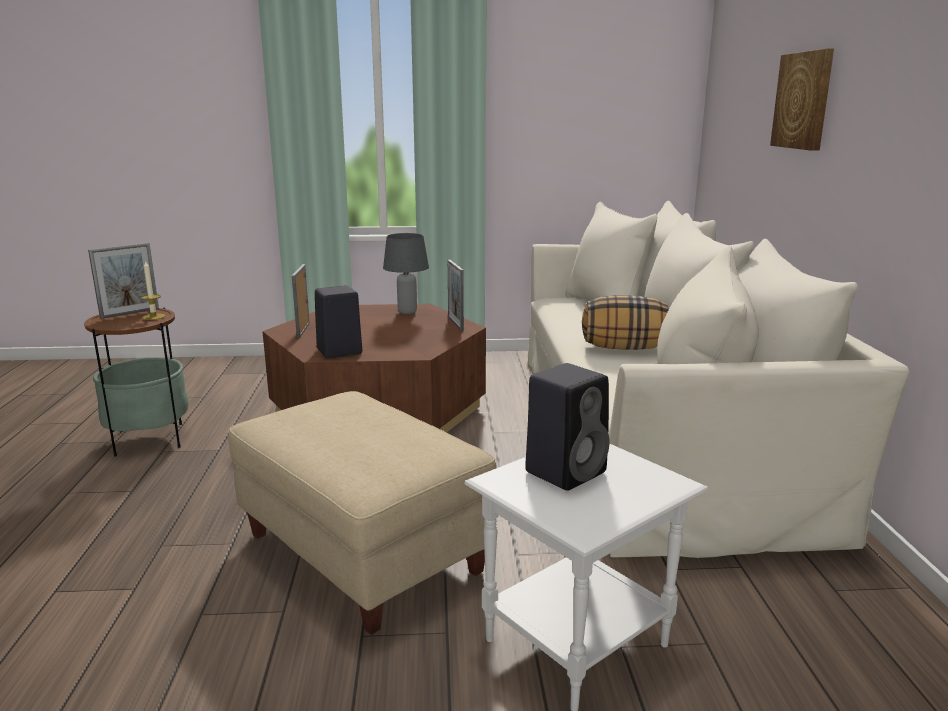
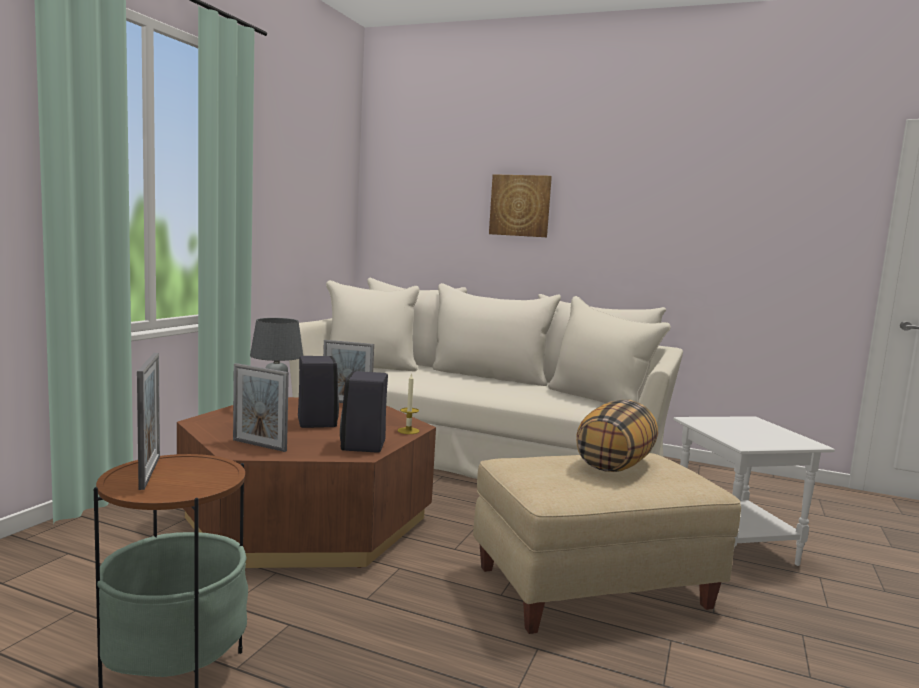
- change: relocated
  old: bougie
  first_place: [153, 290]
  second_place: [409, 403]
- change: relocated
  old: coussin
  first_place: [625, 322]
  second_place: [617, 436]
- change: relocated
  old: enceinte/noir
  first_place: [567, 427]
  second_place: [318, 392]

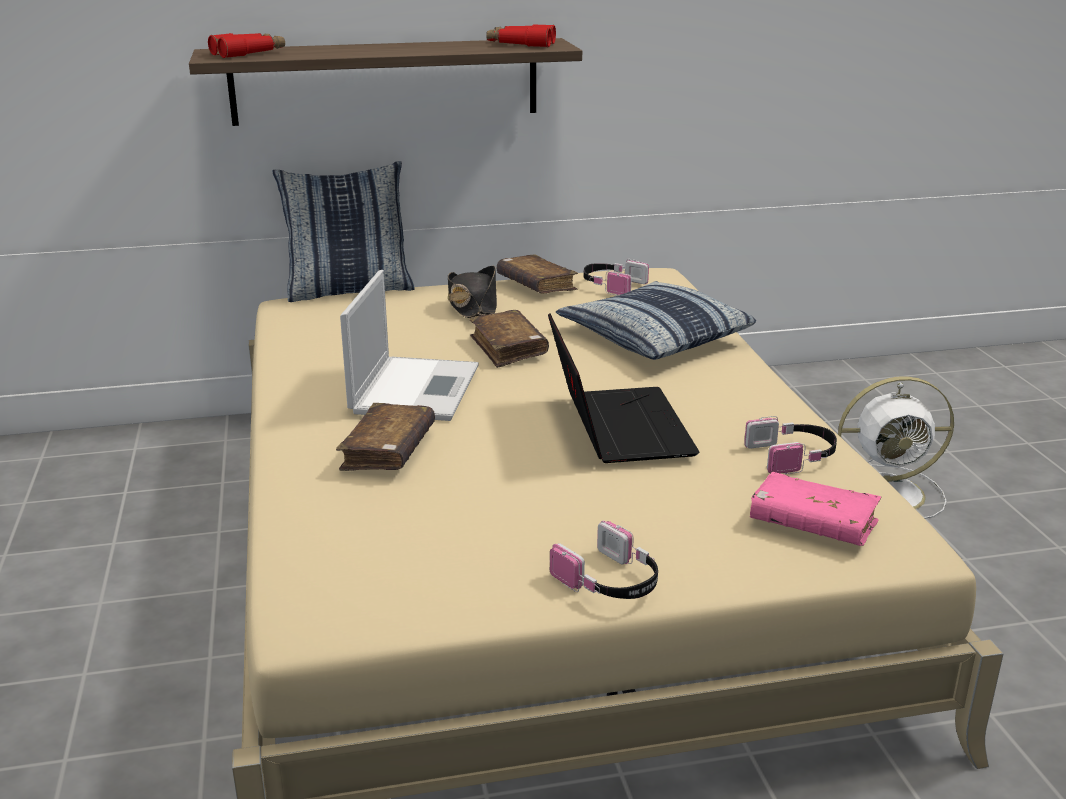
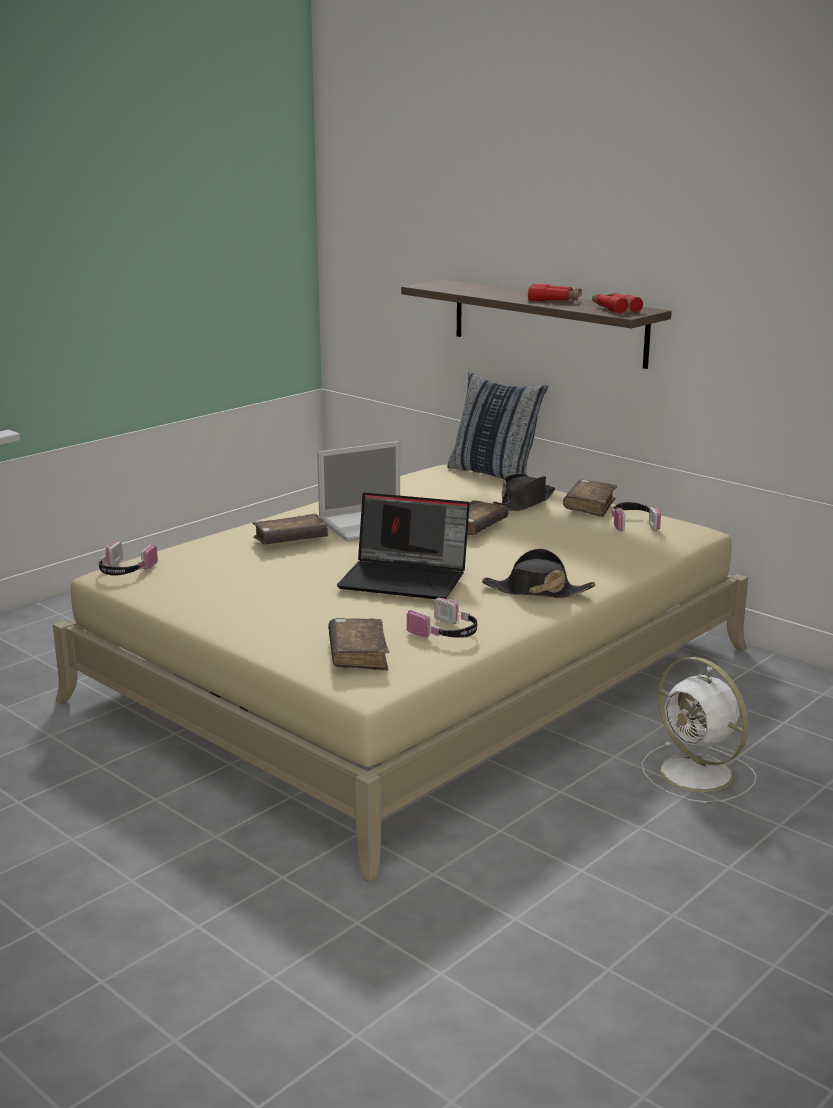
- change: relocated
  old: jumelles/rouge
  first_place: [246, 45]
  second_place: [555, 292]
- change: missing
  old: coussin
  first_place: [656, 320]
- change: spun
  old: ordinateur portable
  first_place: [623, 388]
  second_place: [403, 546]
  degrees: 60
- change: colour
  old: livre/rose
  new: livre/marron
  first_place: [815, 509]
  second_place: [358, 644]
- change: relocated
  old: casque audio
  first_place: [604, 560]
  second_place: [128, 558]
- change: appeared
  new: chapeau/noir
  second_place: [538, 573]

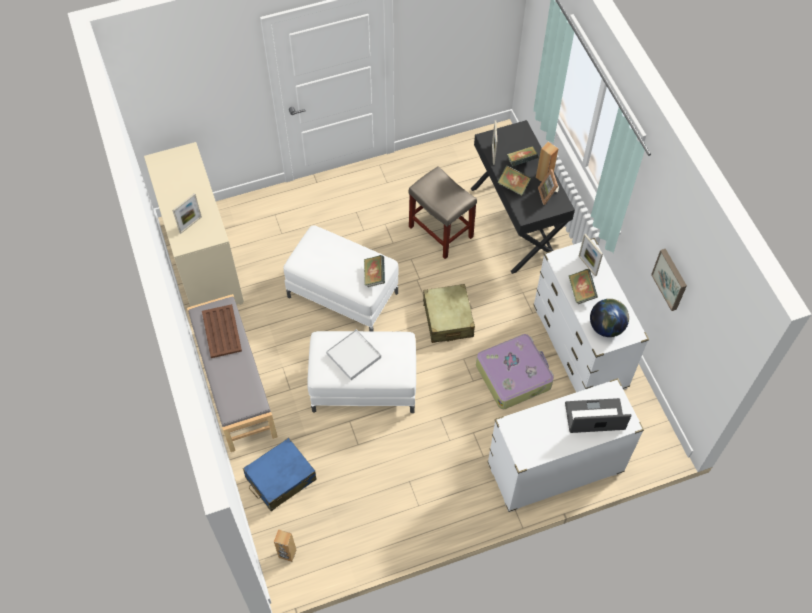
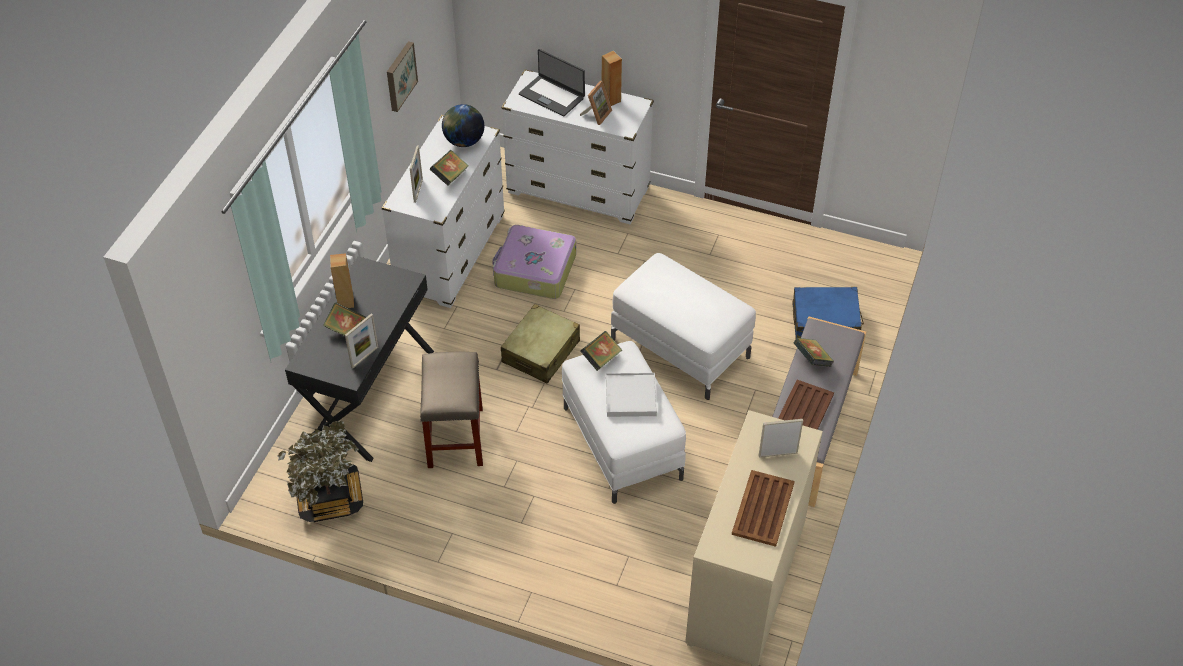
- change: relocated
  old: livre
  first_place: [514, 180]
  second_place: [814, 352]
- change: relocated
  old: cadre photo
  first_place: [548, 187]
  second_place: [596, 103]
- change: relocated
  old: plateau/blanc
  first_place: [353, 354]
  second_place: [631, 395]
- change: relocated
  old: enceinte/marron
  first_place: [285, 545]
  second_place: [611, 78]
- change: appeared
  new: plante en pot
  second_place: [320, 471]
- change: appeared
  new: plateau/marron
  second_place: [763, 508]

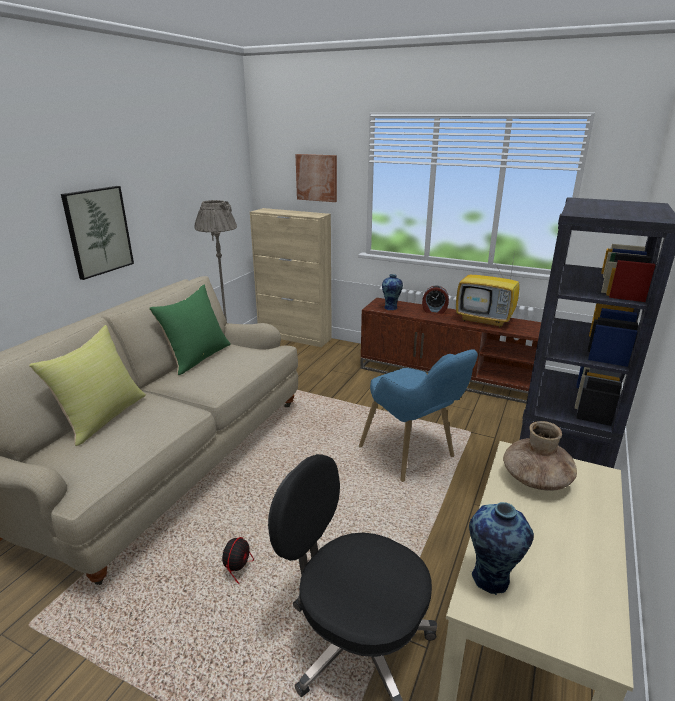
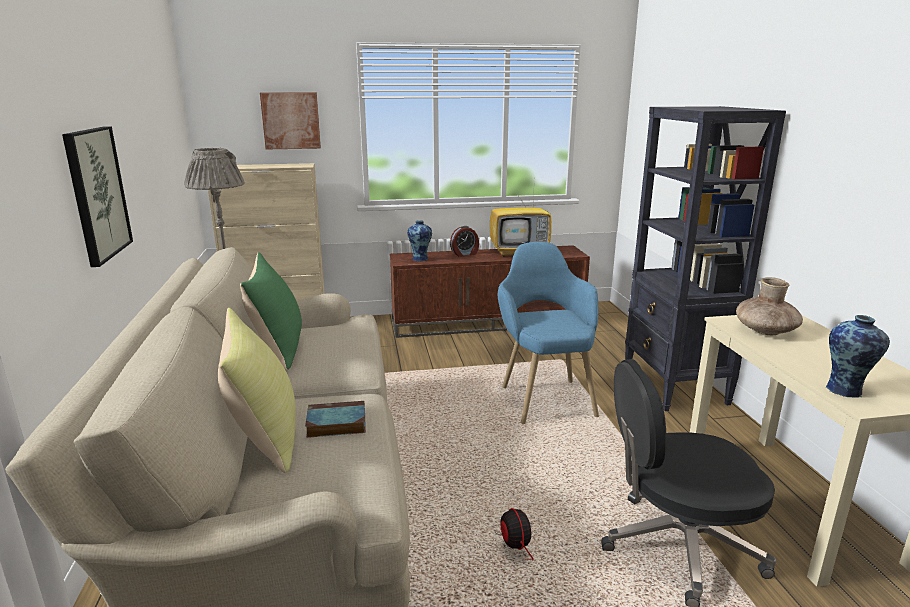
- change: spun
  old: fauteuil/bleu
  first_place: [418, 415]
  second_place: [548, 333]
  degrees: -120
- change: appeared
  new: livre
  second_place: [335, 419]

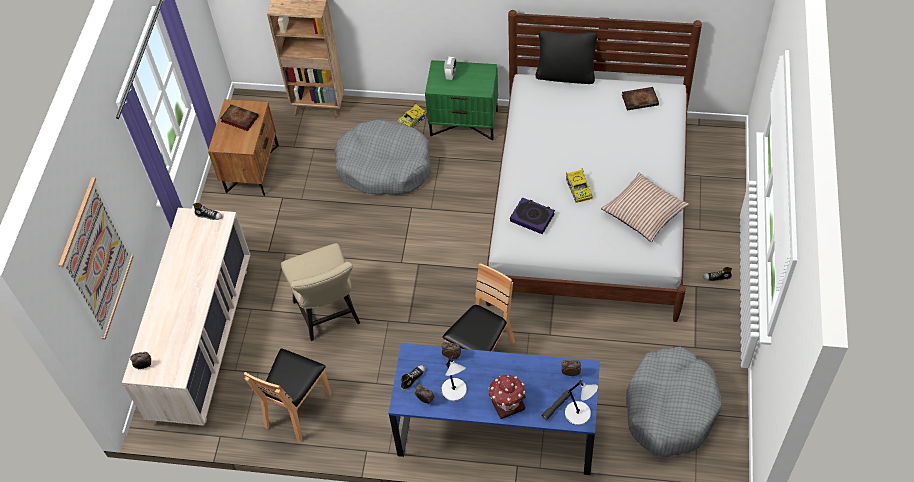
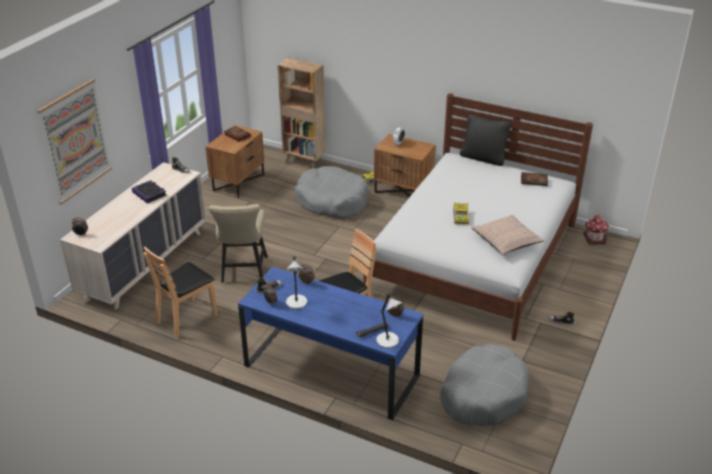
- change: colour
  old: table de chevet/vert
  new: table de chevet/marron
  first_place: [461, 100]
  second_place: [405, 165]
- change: relocated
  old: livre
  first_place: [532, 215]
  second_place: [149, 192]
- change: relocated
  old: maison miniature
  first_place: [507, 397]
  second_place: [596, 230]

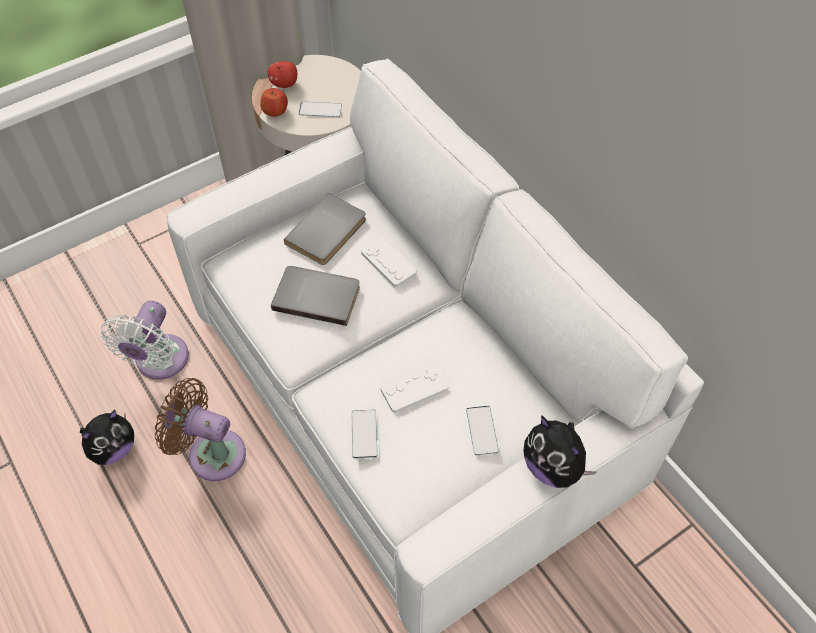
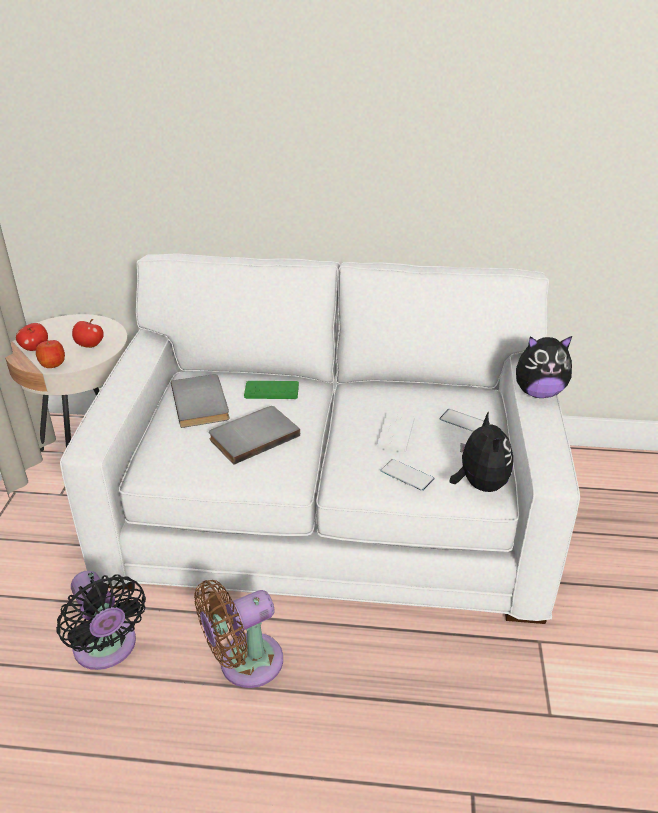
- change: exchanged
  old: téléphone
  new: pomme
  first_place: [320, 109]
  second_place: [88, 333]
- change: colour
  old: manette/blanc
  new: manette/vert
  first_place: [389, 263]
  second_place: [271, 390]
- change: colour
  old: ventilateur/blanc
  new: ventilateur/noir
  first_place: [144, 340]
  second_place: [101, 620]
- change: relocated
  old: peluche
  first_place: [107, 437]
  second_place: [481, 451]

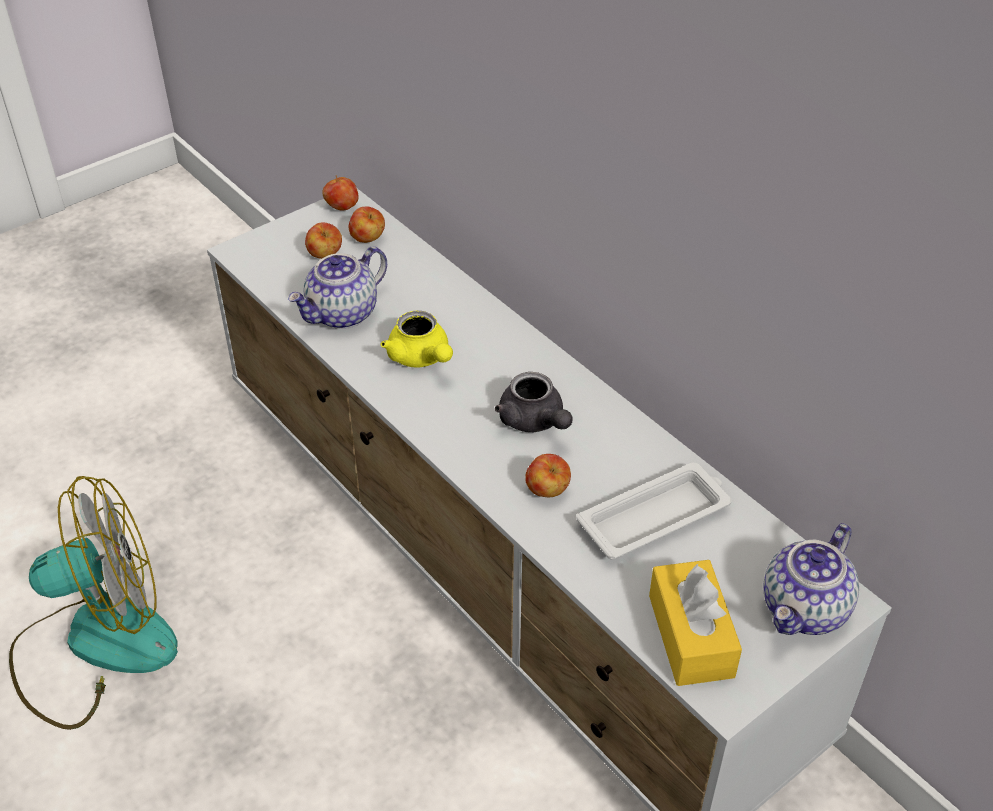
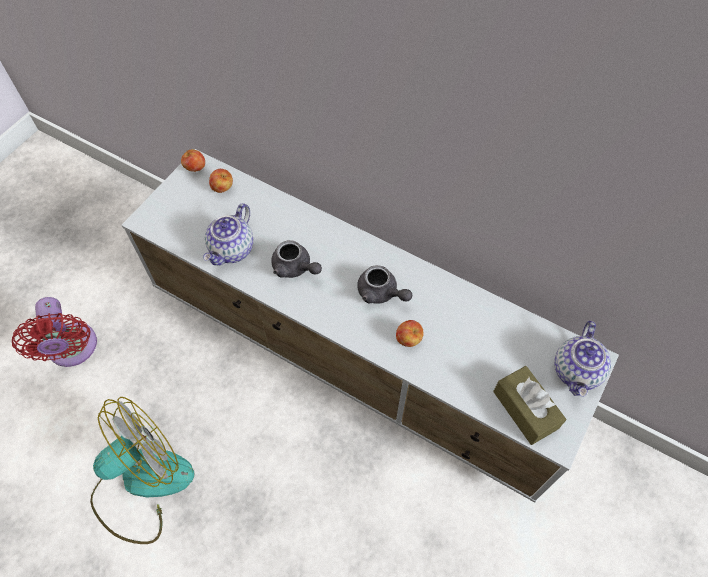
- change: missing
  old: pomme
  first_place: [323, 240]
- change: colour
  old: théière/jaune
  new: théière/gris
  first_place: [417, 339]
  second_place: [296, 259]
- change: missing
  old: plateau/blanc
  first_place: [654, 511]
- change: colour
  old: boîte à mouchoirs/jaune
  new: boîte à mouchoirs/marron
  first_place: [695, 623]
  second_place: [529, 405]
- change: appeared
  new: ventilateur/rouge
  second_place: [54, 332]

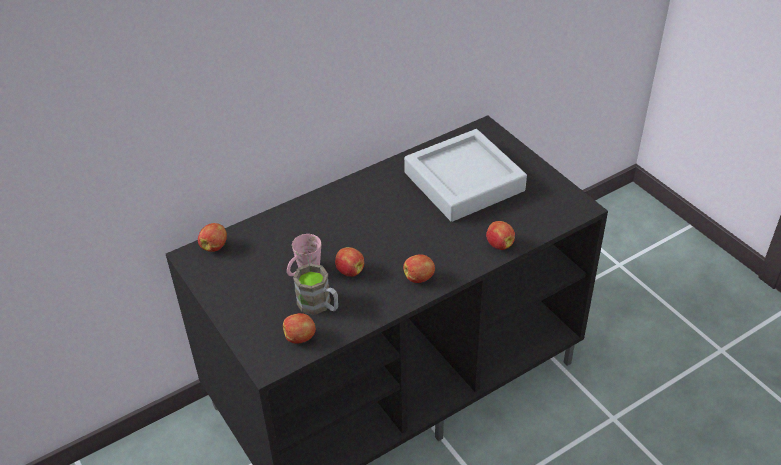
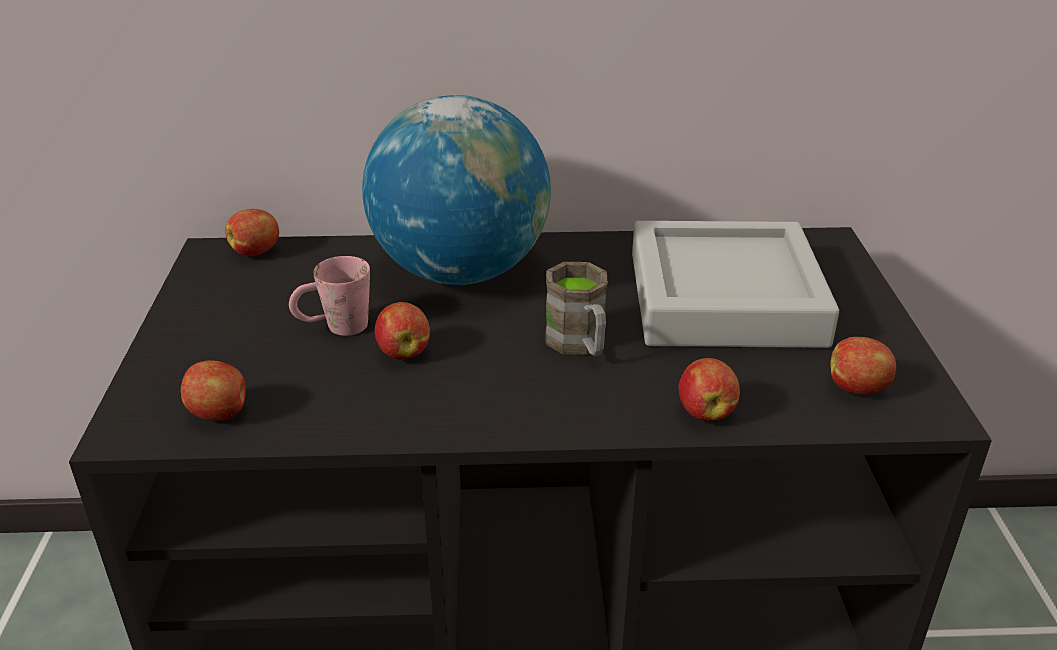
- change: relocated
  old: pomme
  first_place: [419, 268]
  second_place: [863, 365]
- change: relocated
  old: mug/marron
  first_place: [315, 289]
  second_place: [576, 309]
- change: appeared
  new: globe
  second_place: [456, 190]

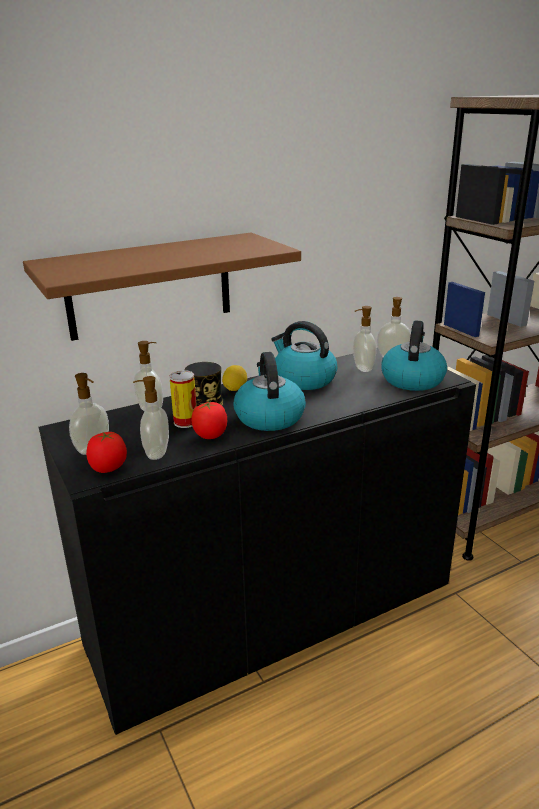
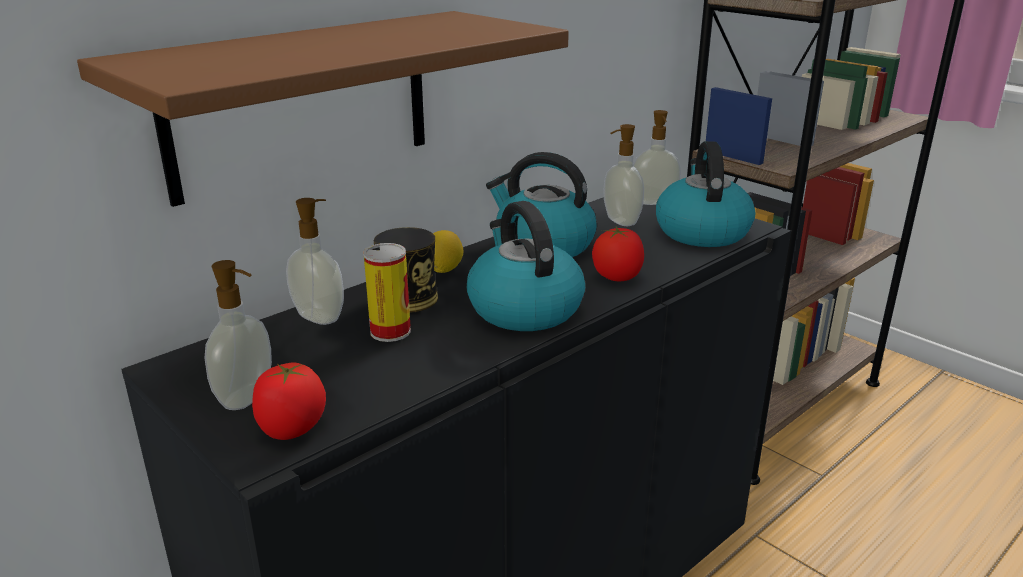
- change: missing
  old: distributeur de savon
  first_place: [151, 418]
- change: relocated
  old: tomate
  first_place: [209, 420]
  second_place: [618, 254]

